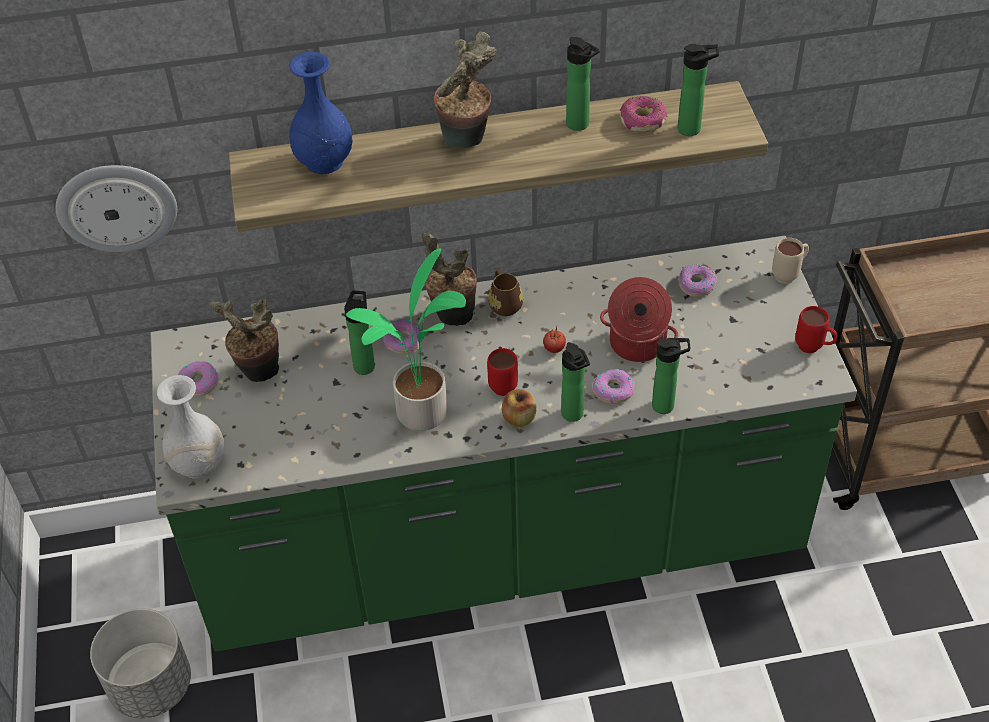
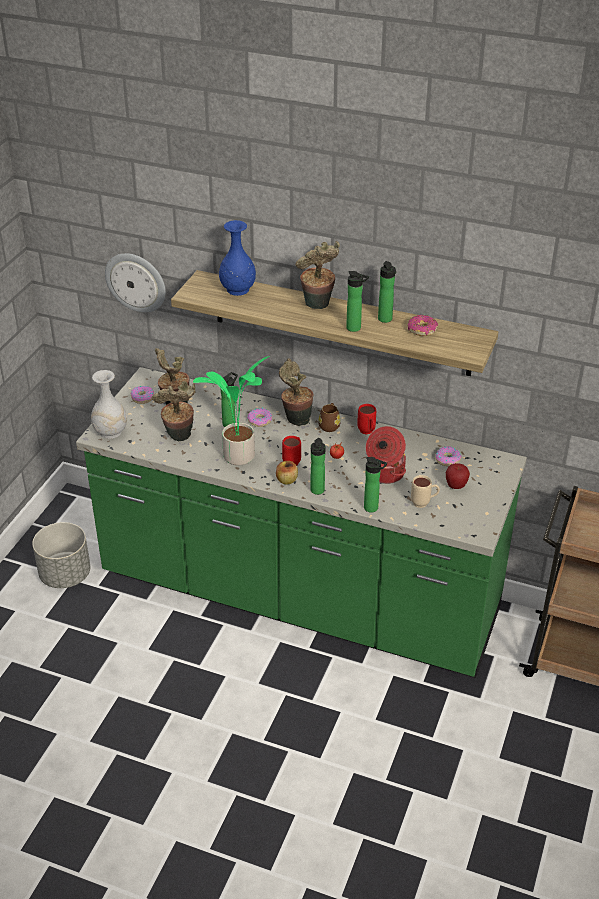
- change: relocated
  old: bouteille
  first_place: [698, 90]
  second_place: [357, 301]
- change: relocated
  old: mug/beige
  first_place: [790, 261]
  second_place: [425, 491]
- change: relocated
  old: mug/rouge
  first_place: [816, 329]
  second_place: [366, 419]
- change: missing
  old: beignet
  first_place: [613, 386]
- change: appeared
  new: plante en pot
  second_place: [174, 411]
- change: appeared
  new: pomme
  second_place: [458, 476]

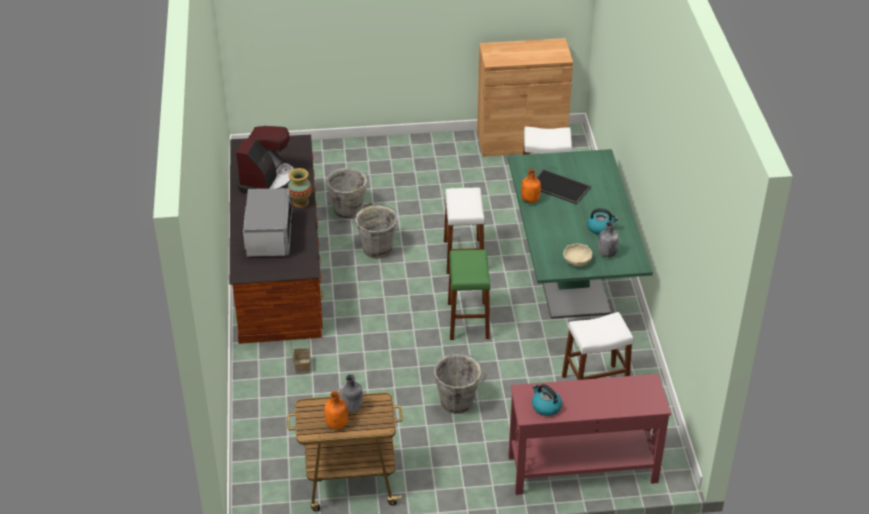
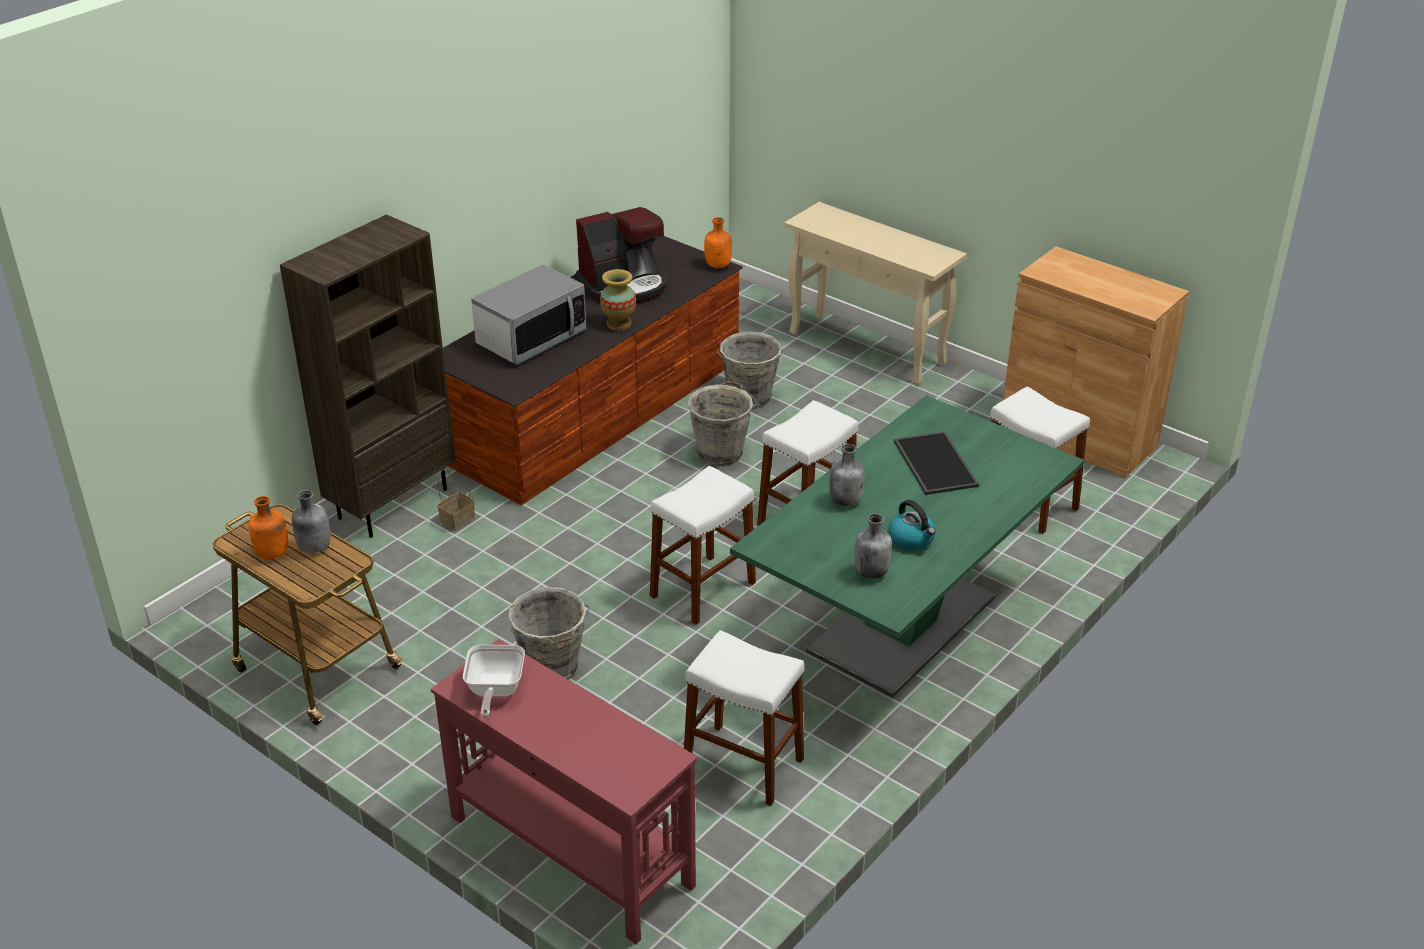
- change: relocated
  old: bouteille/orange
  first_place: [531, 186]
  second_place: [718, 242]
- change: missing
  old: bol/beige
  first_place: [577, 254]
- change: colour
  old: tabouret/vert
  new: tabouret/blanc
  first_place: [469, 295]
  second_place: [703, 545]
- change: exchanged
  old: bouilloire
  new: poêle
  first_place: [547, 400]
  second_place: [494, 681]
- change: appeared
  new: table console/beige
  second_place: [875, 293]
- change: appeared
  new: bibliothèque/marron
  second_place: [368, 376]
- change: appeared
  new: bouteille/gris
  second_place: [847, 475]

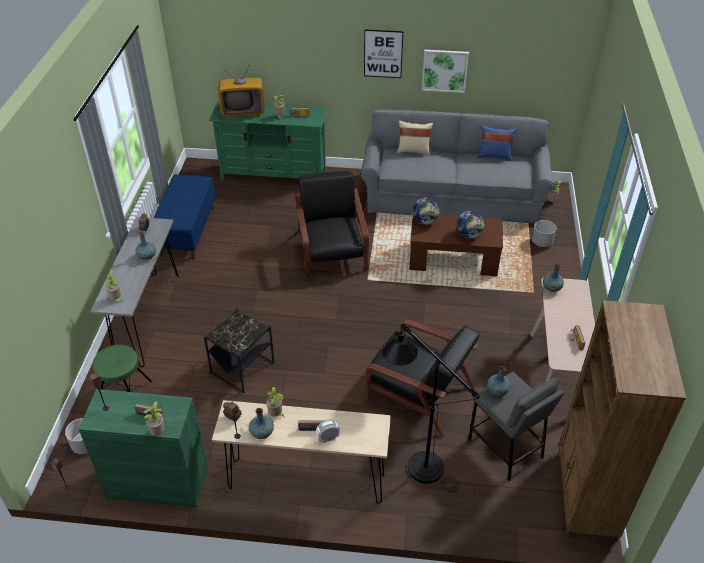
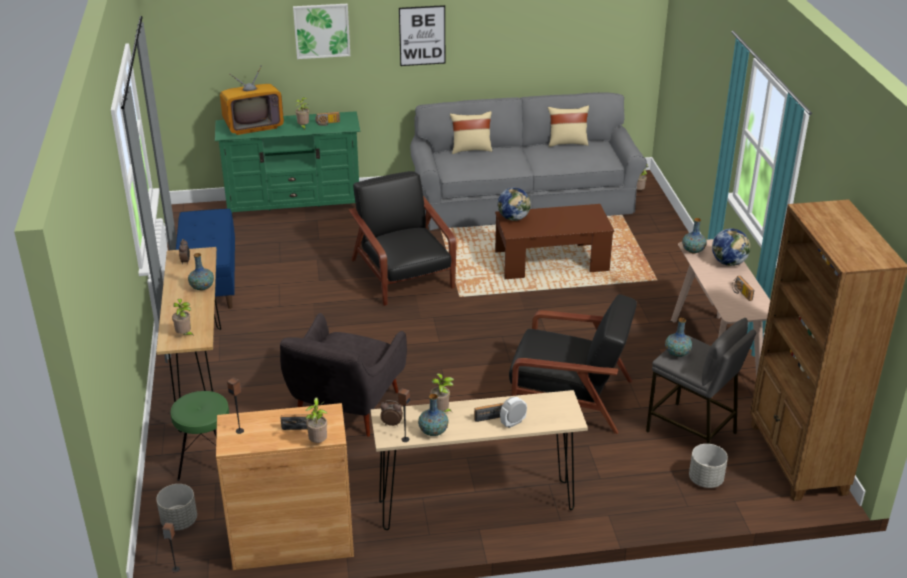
- change: relocated
  old: tableau
  first_place: [445, 71]
  second_place: [321, 31]
- change: colour
  old: coussin/bleu
  new: coussin/beige
  first_place: [497, 143]
  second_place: [568, 126]
- change: relocated
  old: globe
  first_place: [470, 225]
  second_place: [731, 247]
- change: colour
  old: table console/gris
  new: table console/marron
  first_place: [134, 292]
  second_place: [188, 339]
- change: relocated
  old: cache-pot/gris
  first_place: [544, 233]
  second_place: [708, 466]
- change: exchanged
  old: table d'appoint/noir
  new: fauteuil/gris
  first_place: [239, 350]
  second_place: [343, 375]
- change: missing
  old: lampadaire/noir
  first_place: [431, 408]
- change: colour
  old: meuble de rangement/vert
  new: meuble de rangement/marron
  first_place: [143, 448]
  second_place: [285, 486]

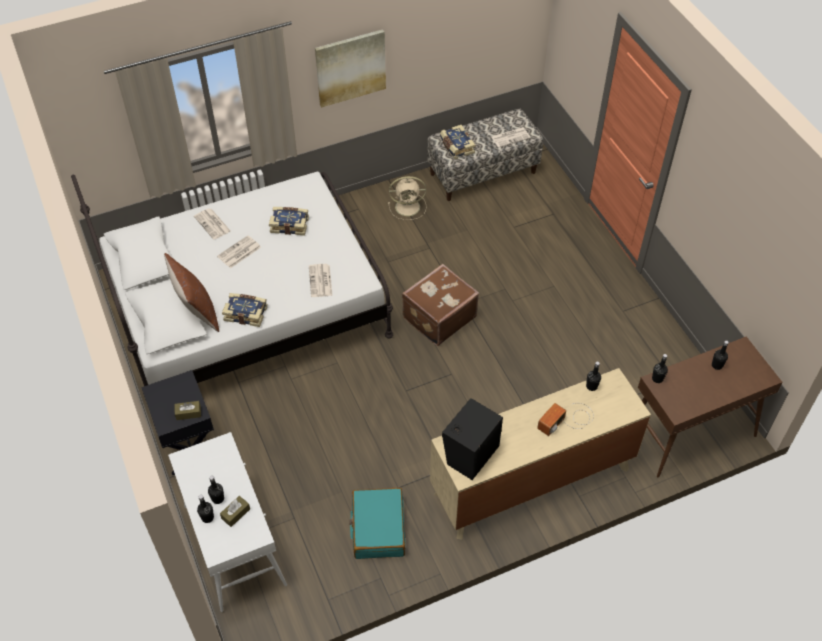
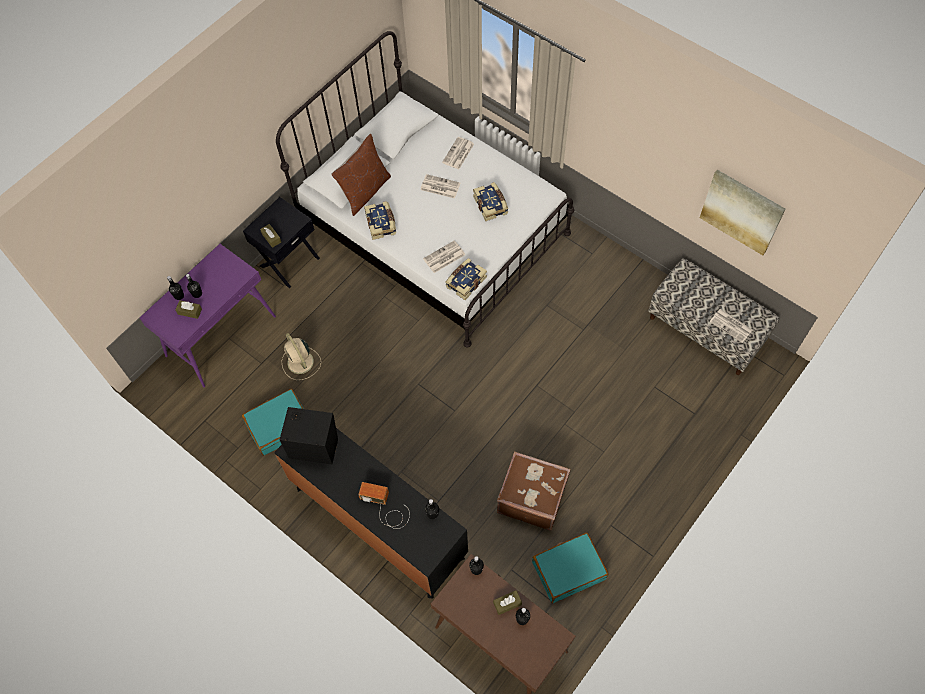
- change: relocated
  old: tableau
  first_place: [350, 68]
  second_place: [743, 212]
- change: relocated
  old: livre
  first_place: [457, 142]
  second_place: [466, 279]
- change: relocated
  old: ventilateur/beige
  first_place: [407, 198]
  second_place: [301, 356]
- change: relocated
  old: valise/marron
  first_place: [440, 305]
  second_place: [534, 491]
- change: colour
  old: commode/beige
  new: commode/noir
  first_place: [540, 454]
  second_place: [371, 513]
- change: colour
  old: table console/blanc
  new: table console/violet
  first_place: [227, 522]
  second_place: [208, 316]
- change: appeared
  new: valise/turquoise
  second_place: [570, 568]
- change: appeared
  new: boîte à mouchoirs/marron
  second_place: [507, 602]

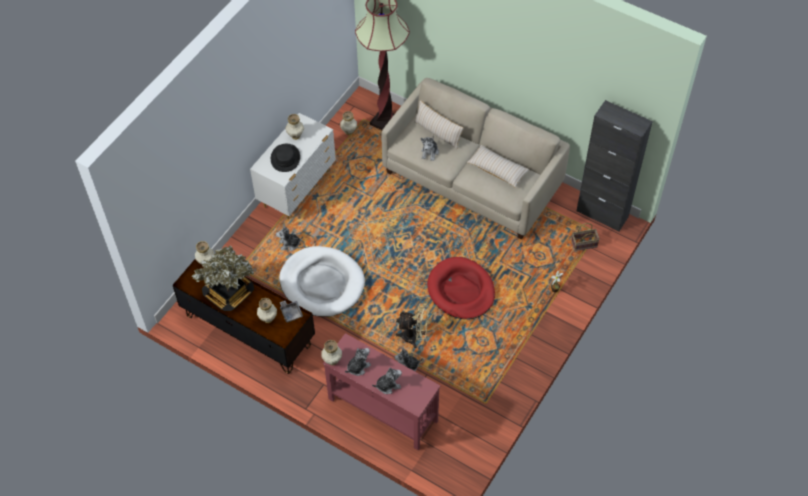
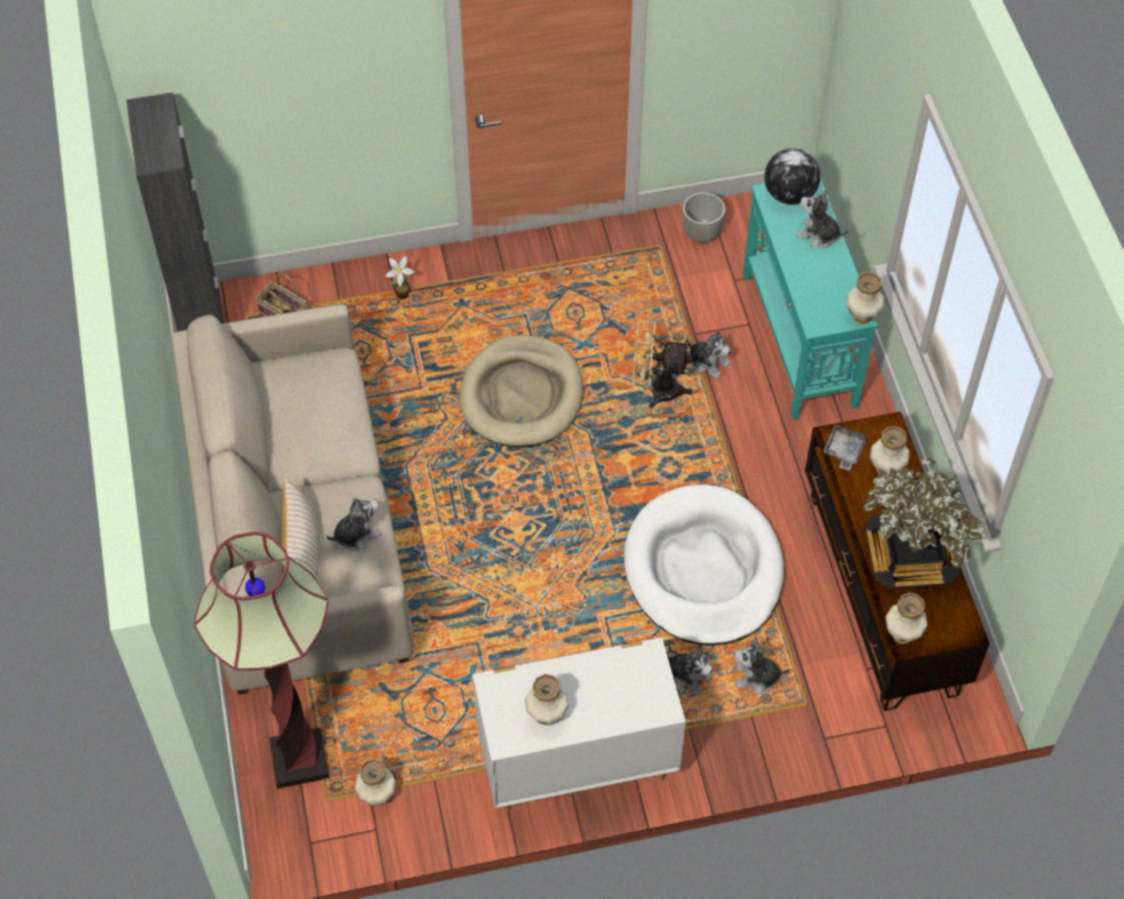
- change: missing
  old: chapeau/noir
  first_place: [285, 158]
- change: missing
  old: coussin/beige
  first_place: [498, 166]
- change: colour
  old: panier pour chien/rouge
  new: panier pour chien/beige
  first_place: [461, 288]
  second_place: [521, 391]
- change: spun
  old: ventilateur/beige
  first_place: [412, 326]
  second_place: [663, 364]
  degrees: -45
- change: colour
  old: table console/rouge
  new: table console/turquoise
  first_place: [382, 391]
  second_place: [810, 298]
- change: relocated
  old: peluche
  first_place: [358, 362]
  second_place: [762, 665]
- change: appeared
  new: globe
  second_place: [792, 176]
- change: appeared
  new: cache-pot/gris
  second_place: [703, 217]

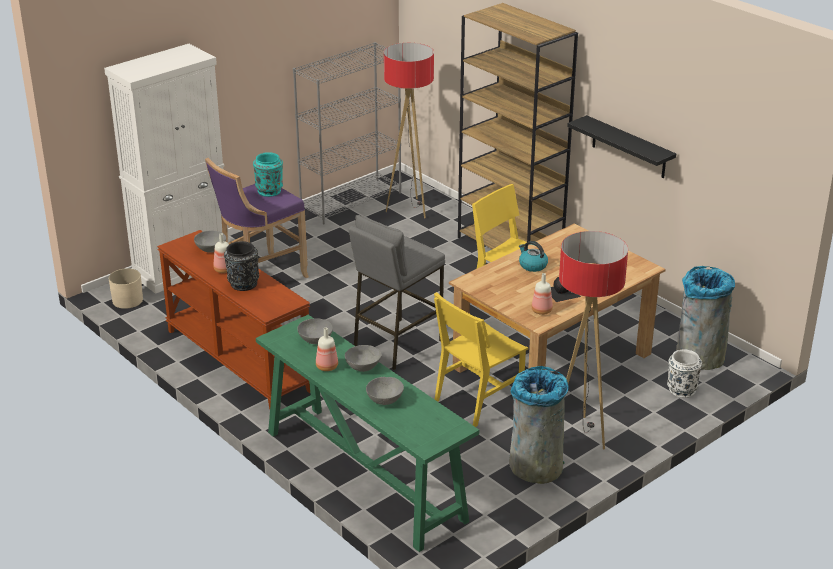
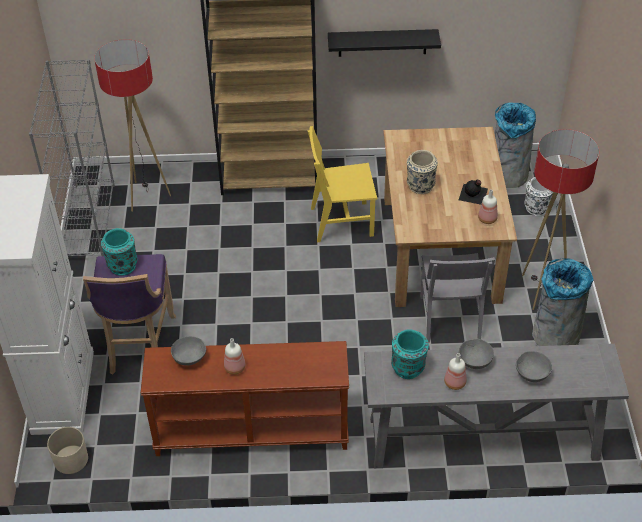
- change: missing
  old: tabouret/gris
  first_place: [397, 292]
- change: missing
  old: vase/noir
  first_place: [241, 266]
- change: exchanged
  old: bouilloire
  new: vase/beige
  first_place: [533, 256]
  second_place: [422, 172]
- change: colour
  old: chaise/jaune
  new: chaise/gris
  first_place: [481, 359]
  second_place: [457, 297]
- change: colour
  old: table console/vert
  new: table console/gris
  first_place: [367, 433]
  second_place: [496, 406]
- change: exchanged
  old: bol/gris
  new: vase/turquoise
  first_place: [315, 331]
  second_place: [410, 354]

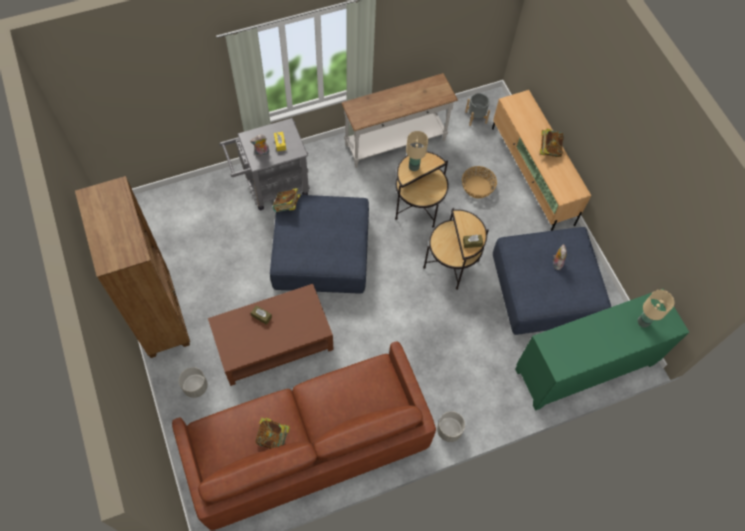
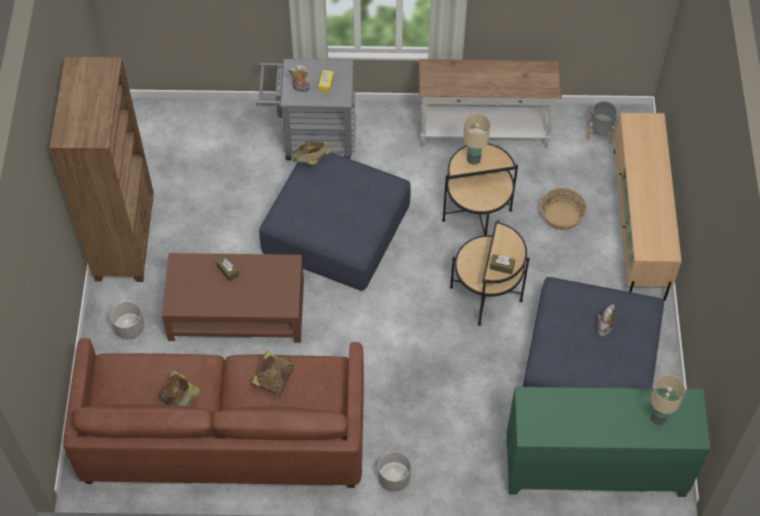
- change: relocated
  old: livre
  first_place: [552, 143]
  second_place: [272, 372]

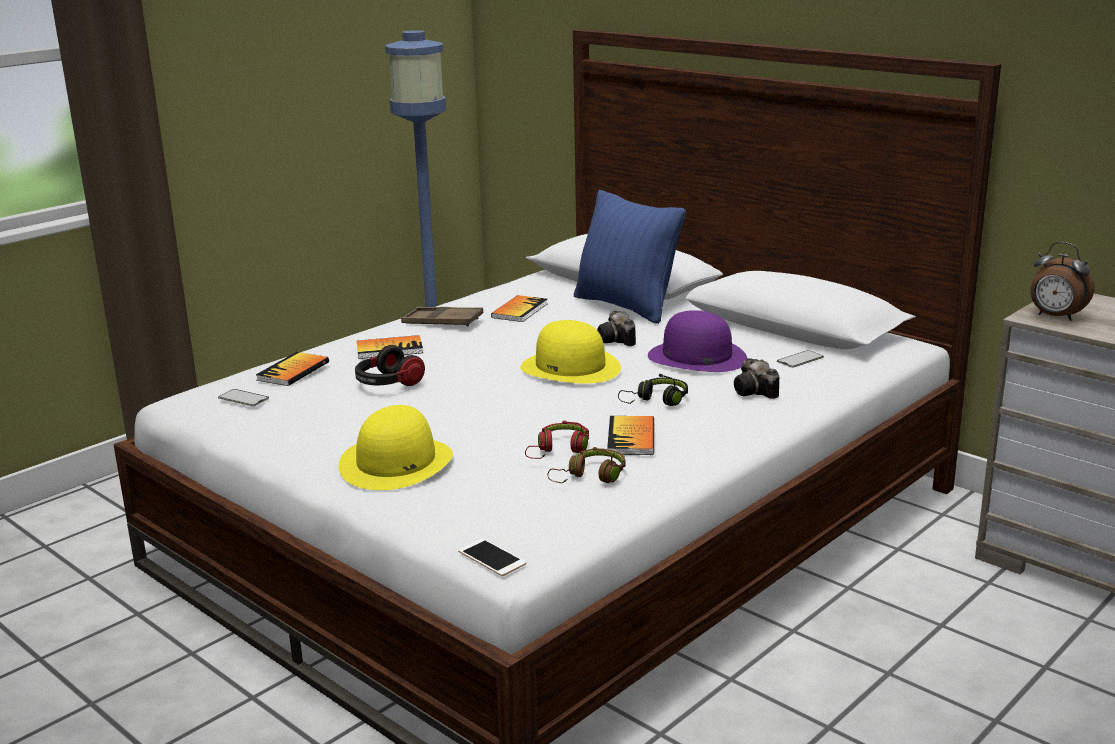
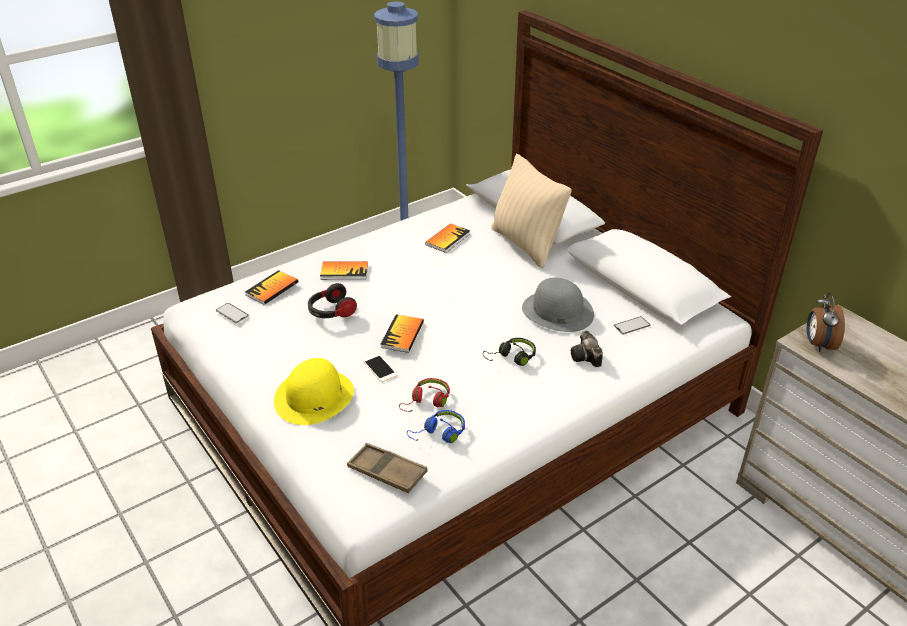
- change: colour
  old: coussin/bleu
  new: coussin/beige
  first_place: [630, 257]
  second_place: [531, 211]
- change: spun
  old: réveil
  first_place: [1062, 281]
  second_place: [826, 322]
  degrees: 45
- change: relocated
  old: plateau/marron
  first_place: [442, 316]
  second_place: [387, 468]
- change: colour
  old: chapeau/violet
  new: chapeau/gris
  first_place: [697, 341]
  second_place: [558, 305]
- change: missing
  old: appareil photo
  first_place: [616, 328]
- change: missing
  old: chapeau/jaune
  first_place: [571, 352]
- change: relocated
  old: livre
  first_place: [630, 435]
  second_place: [402, 333]
- change: colour
  old: casque audio/marron
  new: casque audio/bleu
  first_place: [586, 465]
  second_place: [436, 426]
- change: relocated
  old: téléphone
  first_place: [492, 557]
  second_place: [380, 368]

